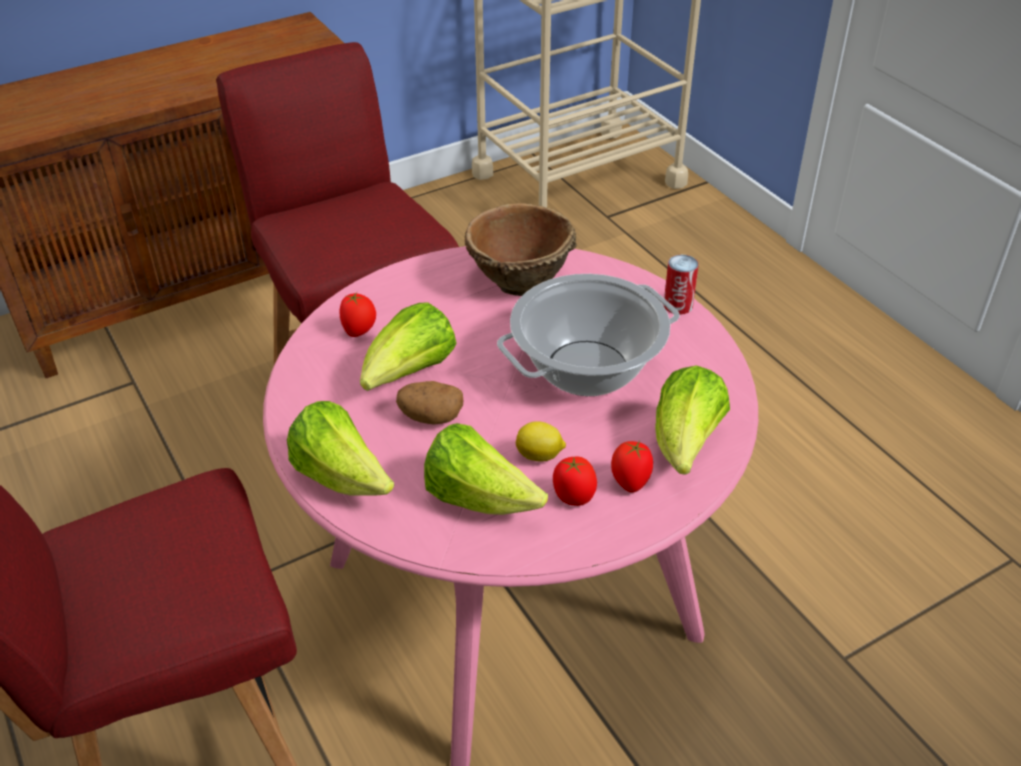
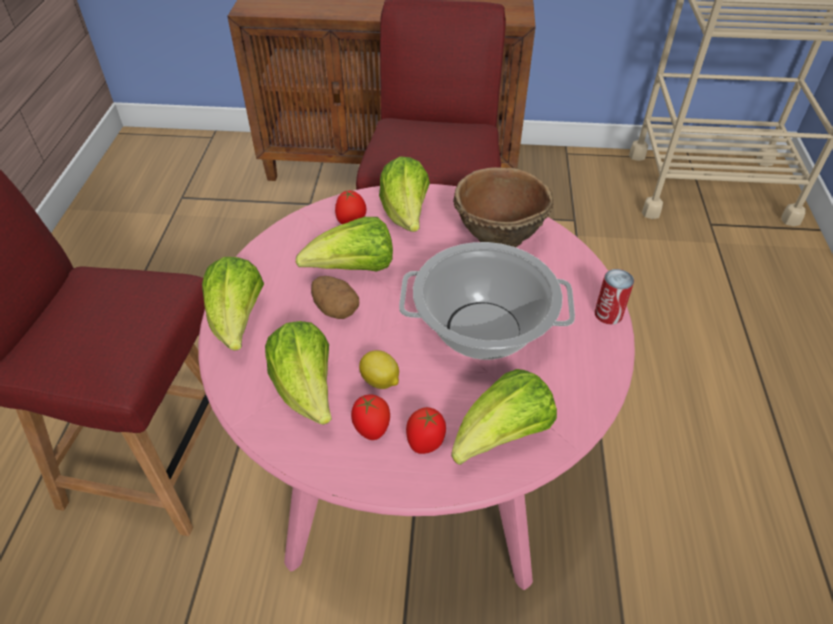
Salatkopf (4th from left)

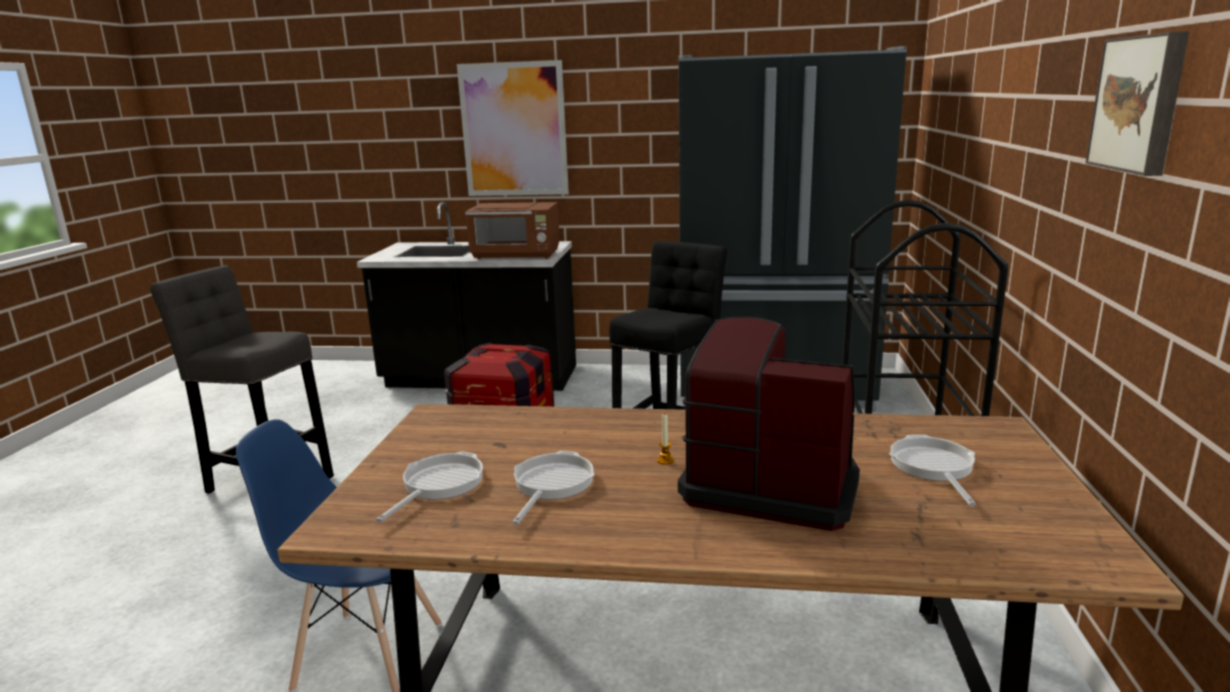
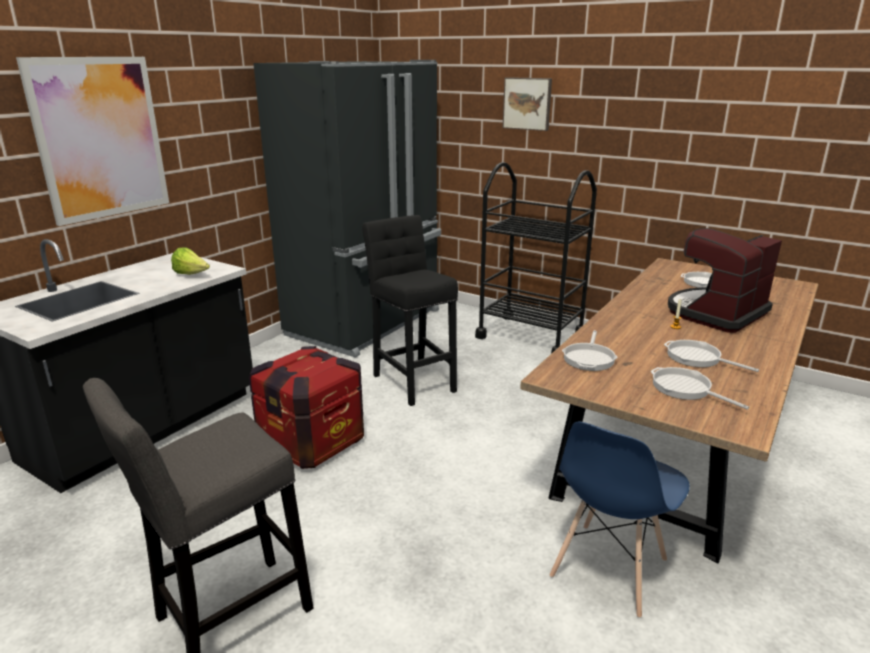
Salatkopf; Bild (2nd from left); Pfanne (1st from left)

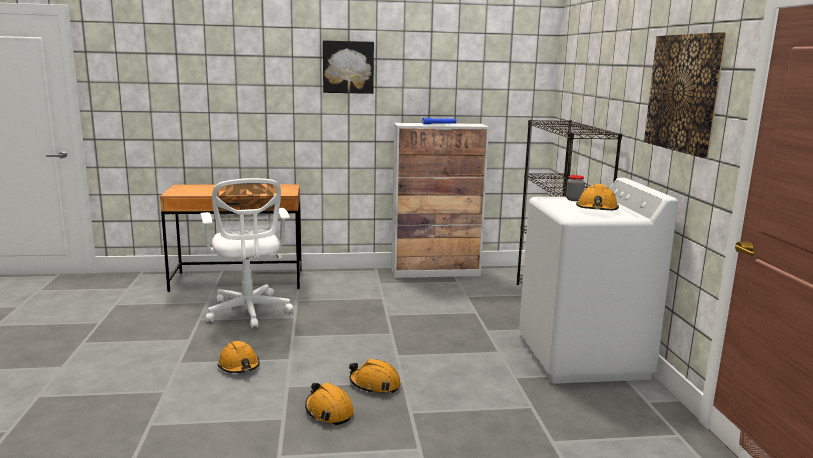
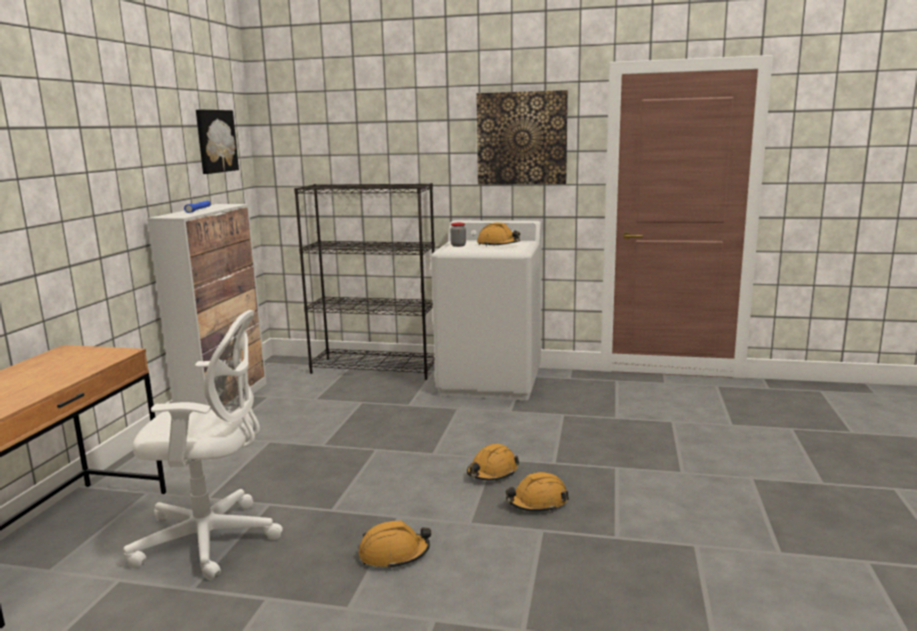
Bild (1st from left)

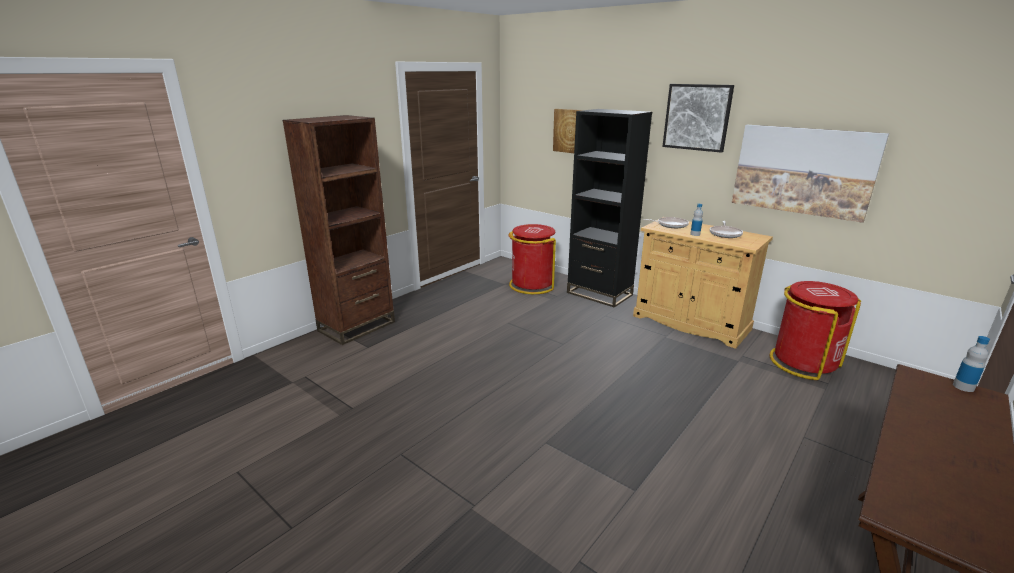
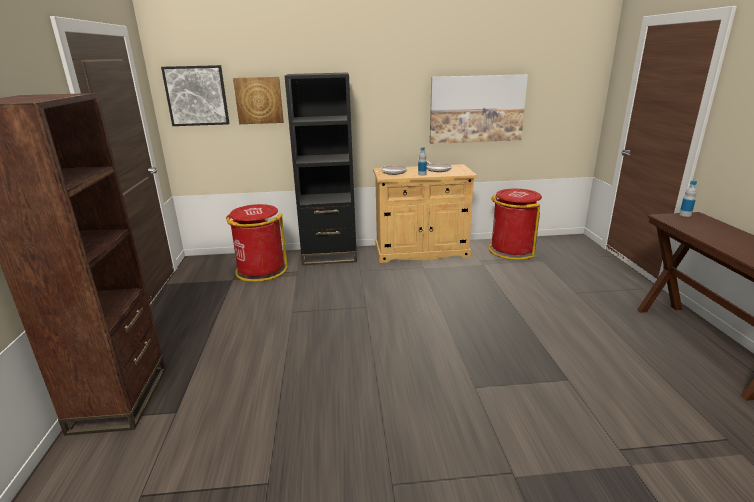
Bild (1st from left)

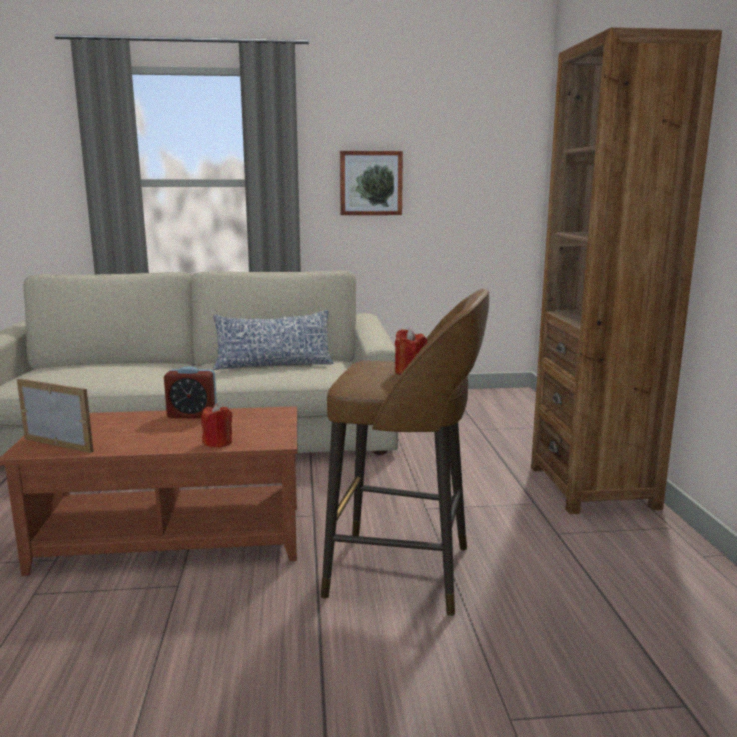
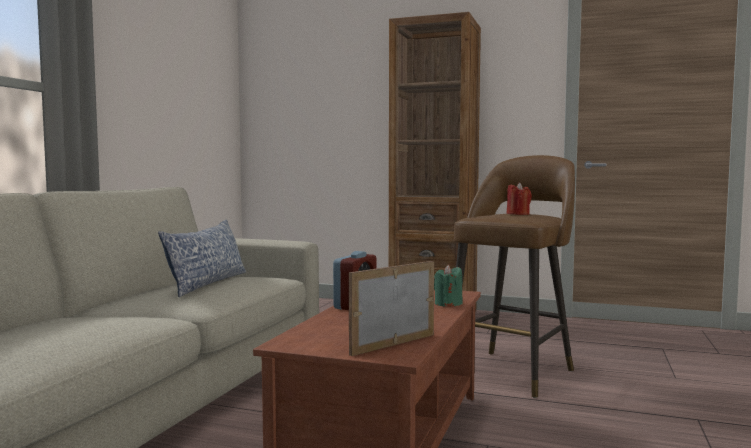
Kerze/grün; Bild

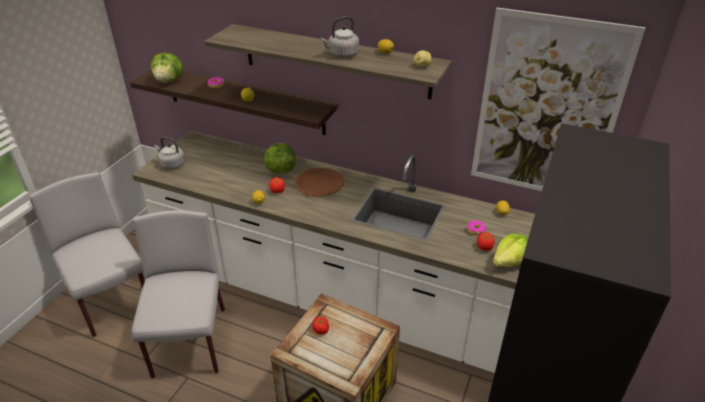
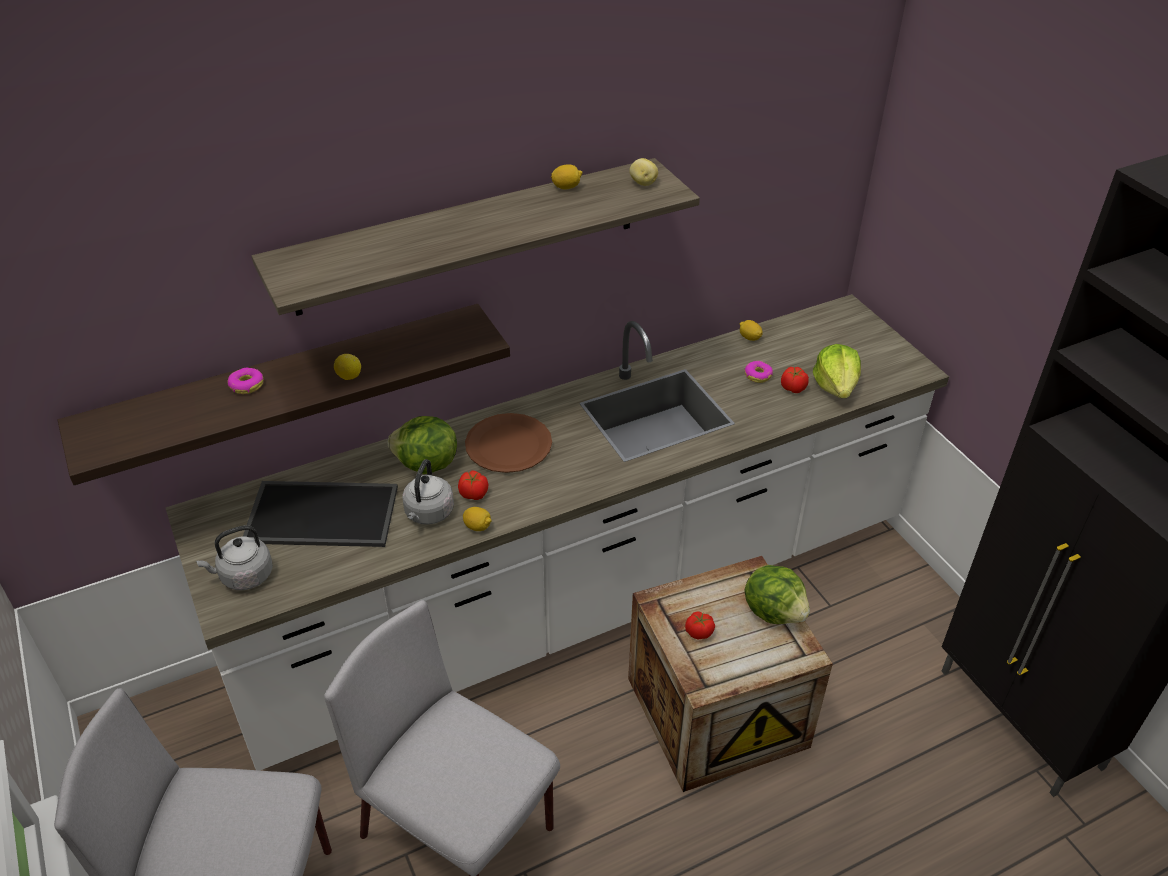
Tablett; Wasserkessel/grau (2nd from left); Salatkopf (2nd from left); Bild

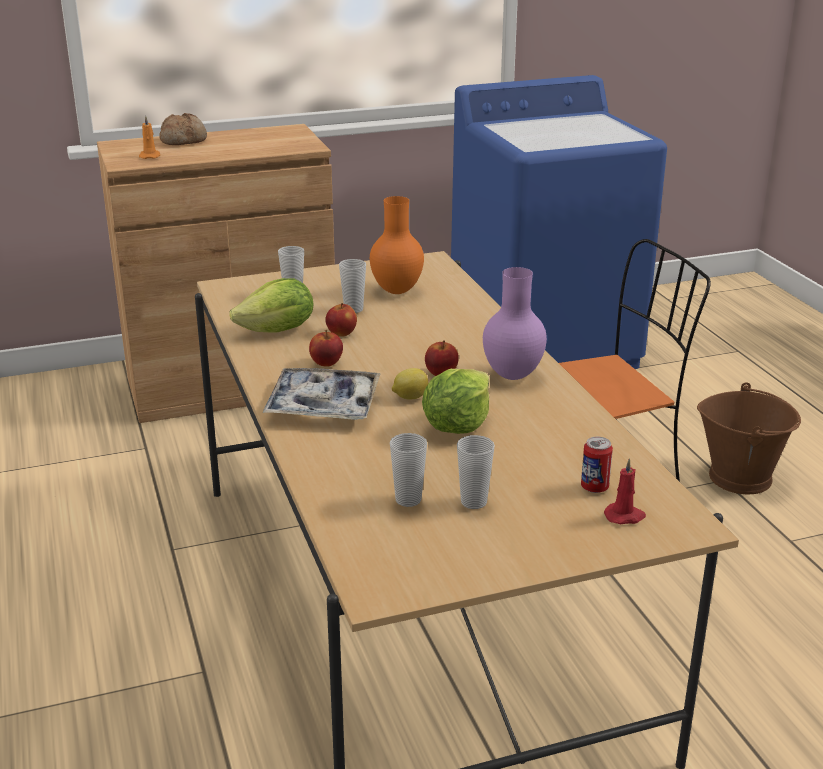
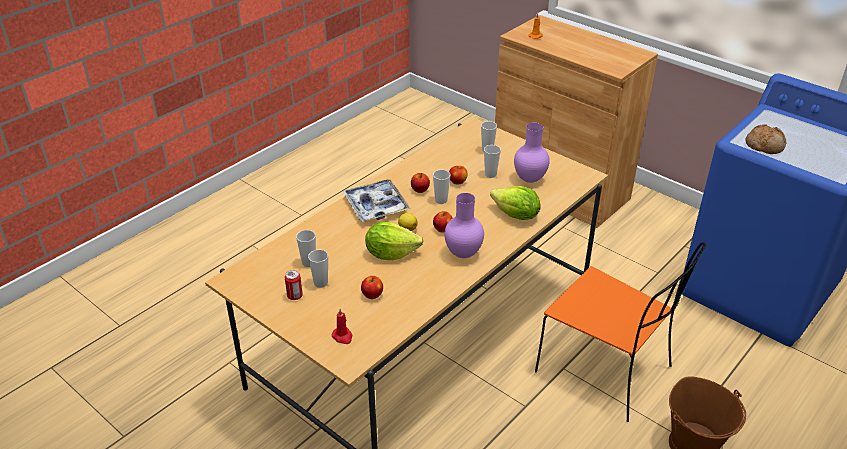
Dose; Apfel (1st from left); Tasse (3rd from left); Salatkopf (2nd from left); Vase/lila (2nd from left); Brot

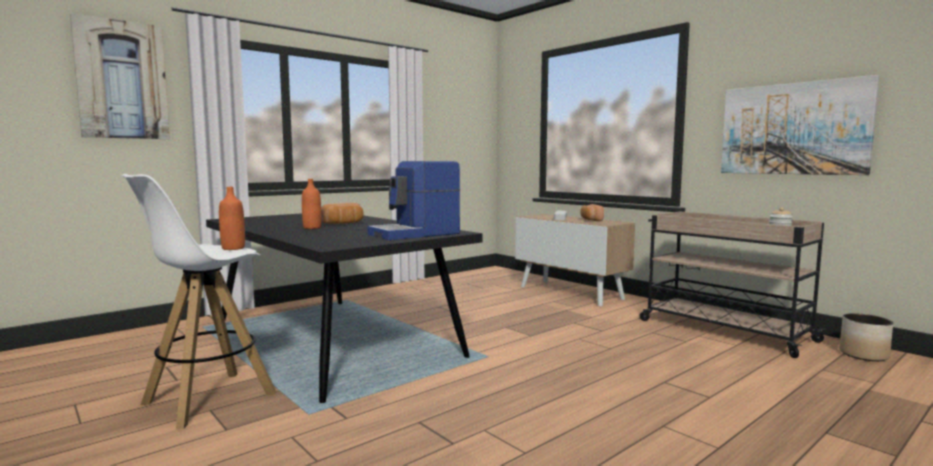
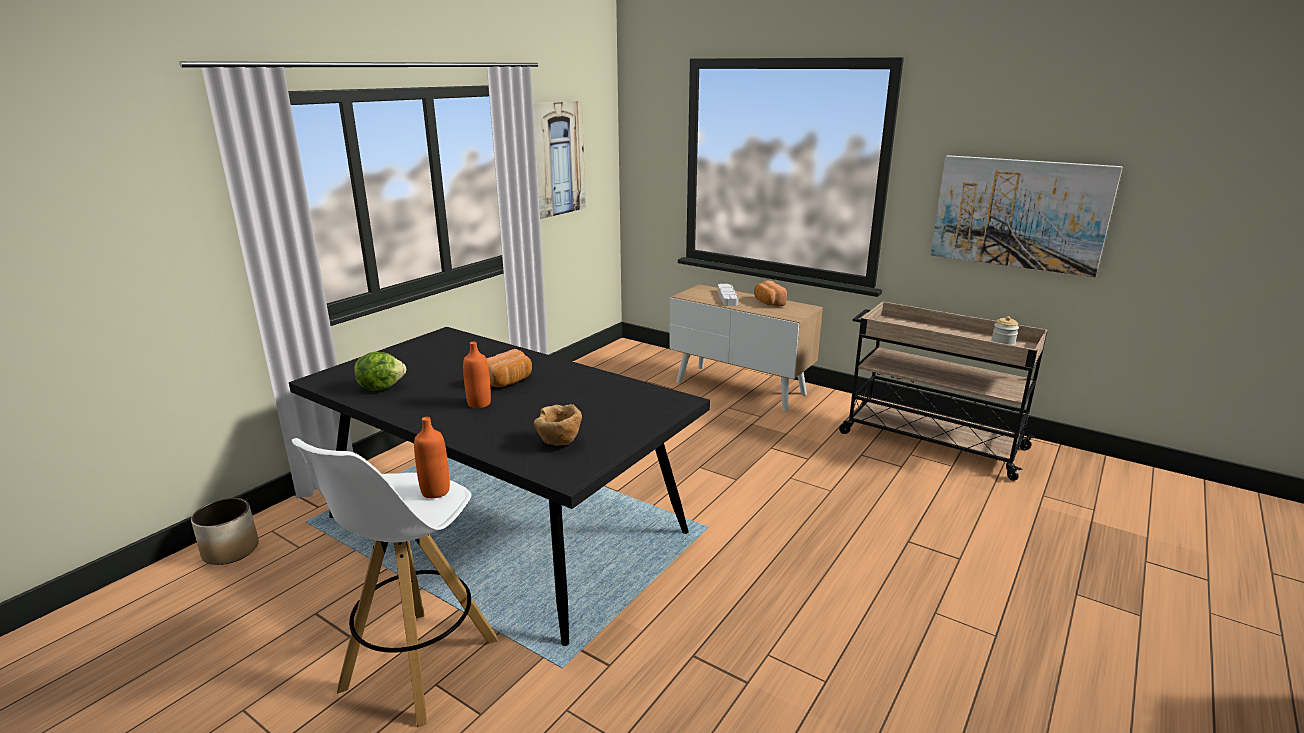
Pflanzkübel; Salatkopf; Bild (1st from left); Schüssel/braun; Kaffeemaschine

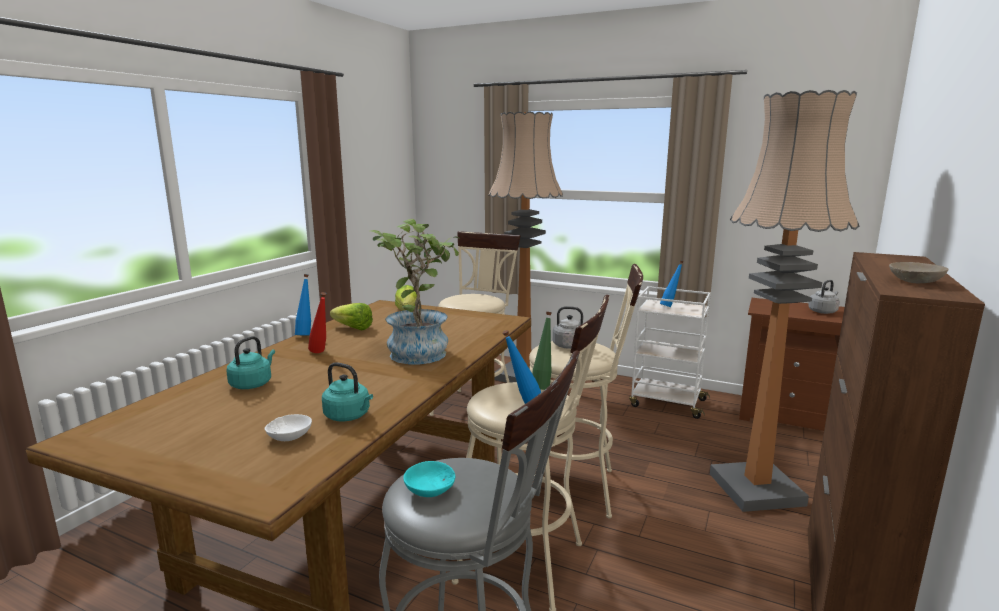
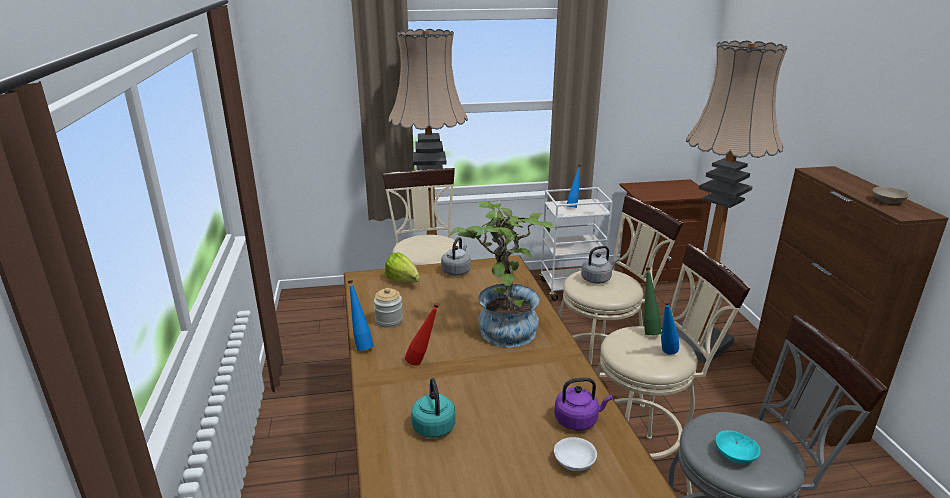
Vorratsglas; Wasserkessel/grau (1st from left); Wasserkessel/lila

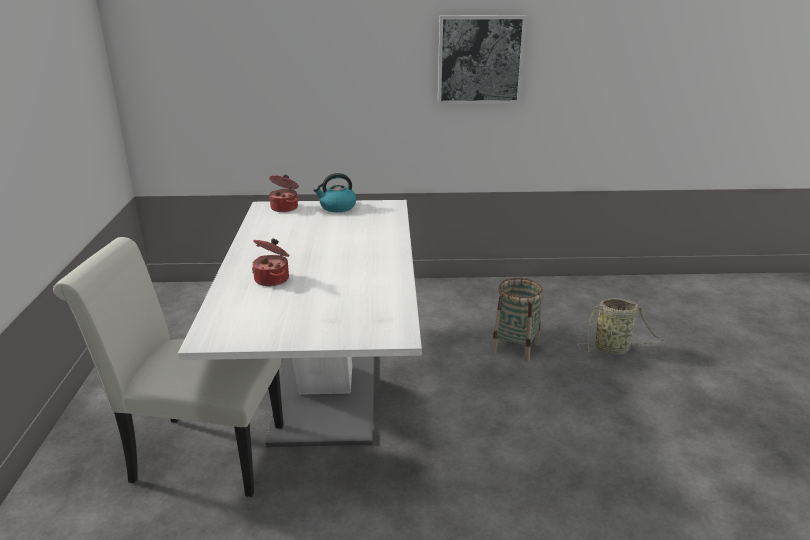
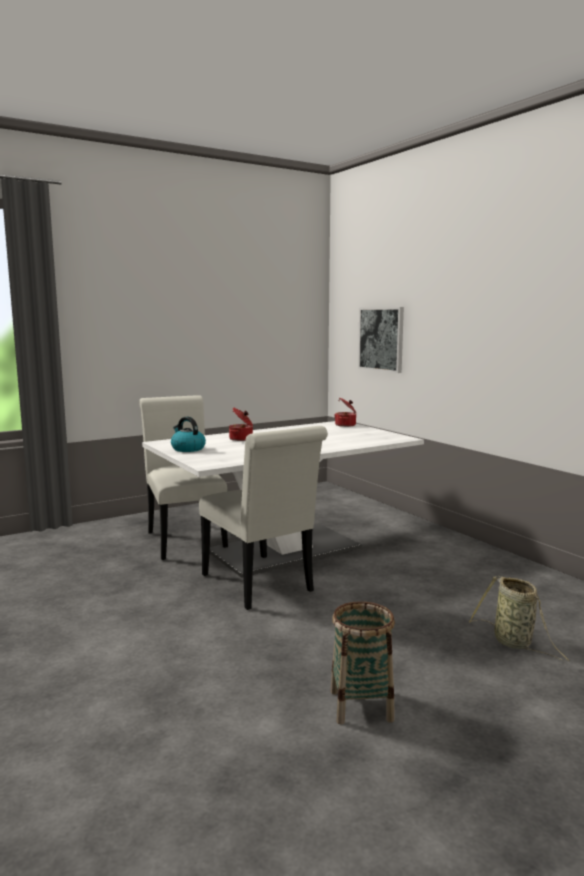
Wasserkessel; Stuhl/weiß (2nd from left); Korb (1st from left); Bild

